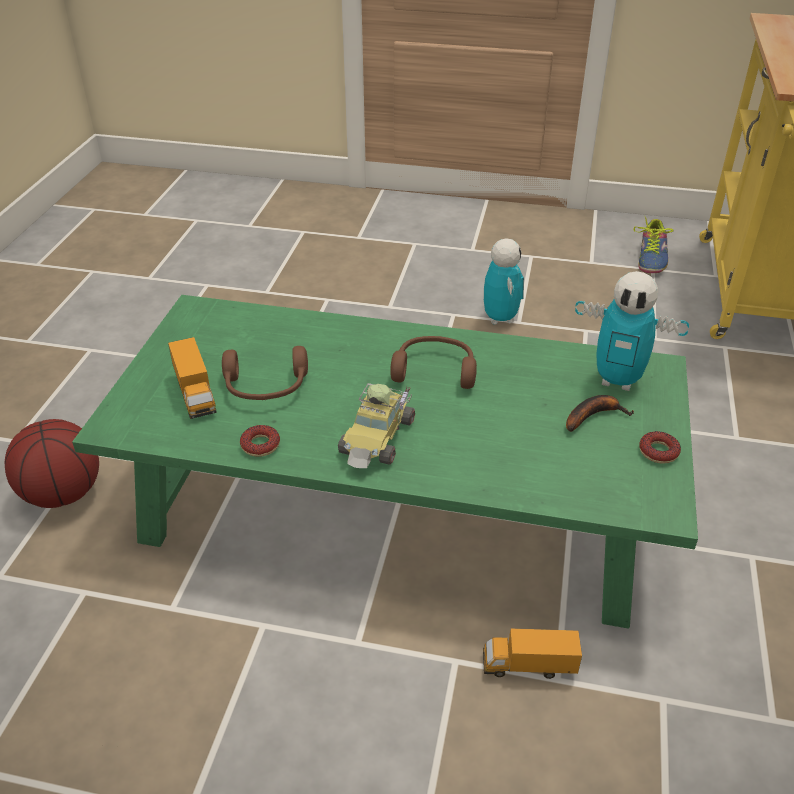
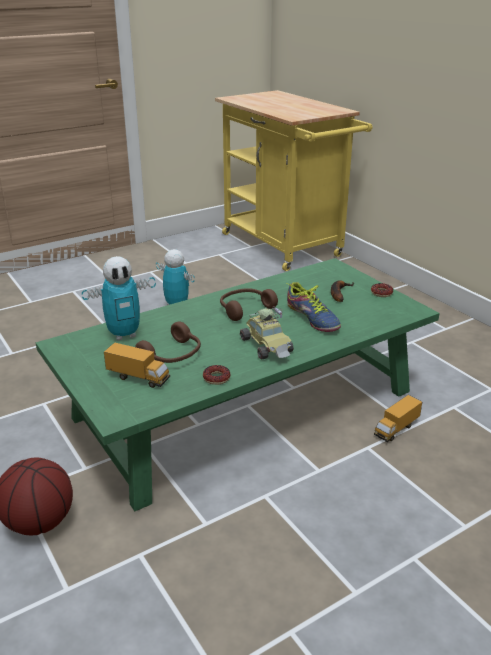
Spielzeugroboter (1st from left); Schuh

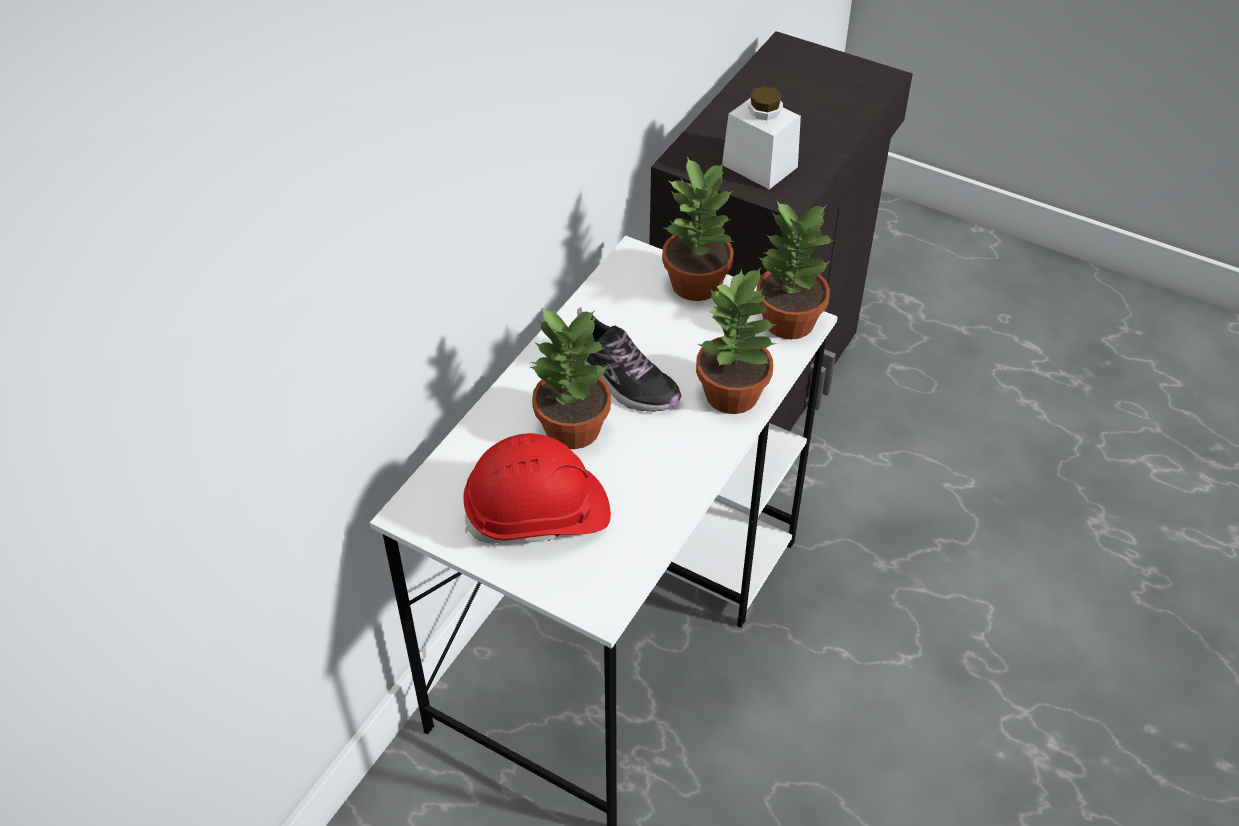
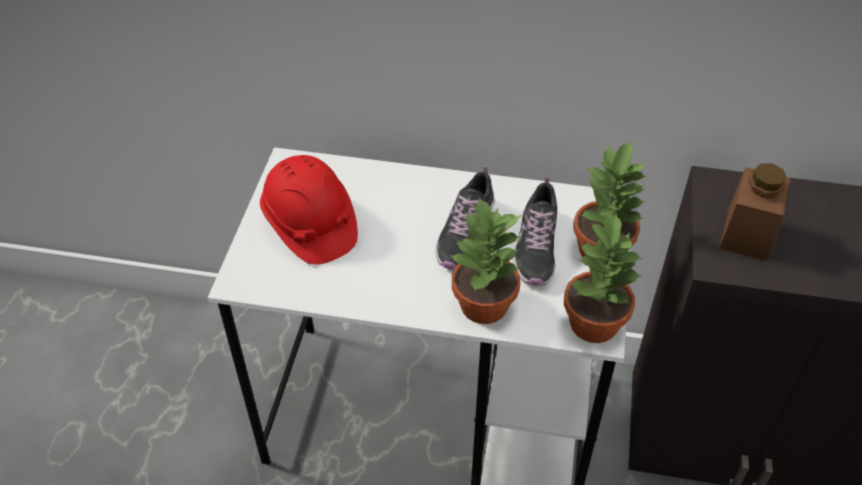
Schuh (2nd from left); Vorratsglas/braun; Topfpflanze (1st from left in the first image)

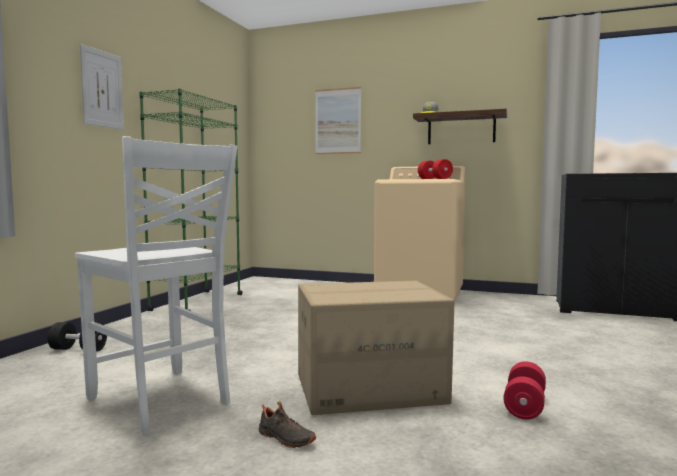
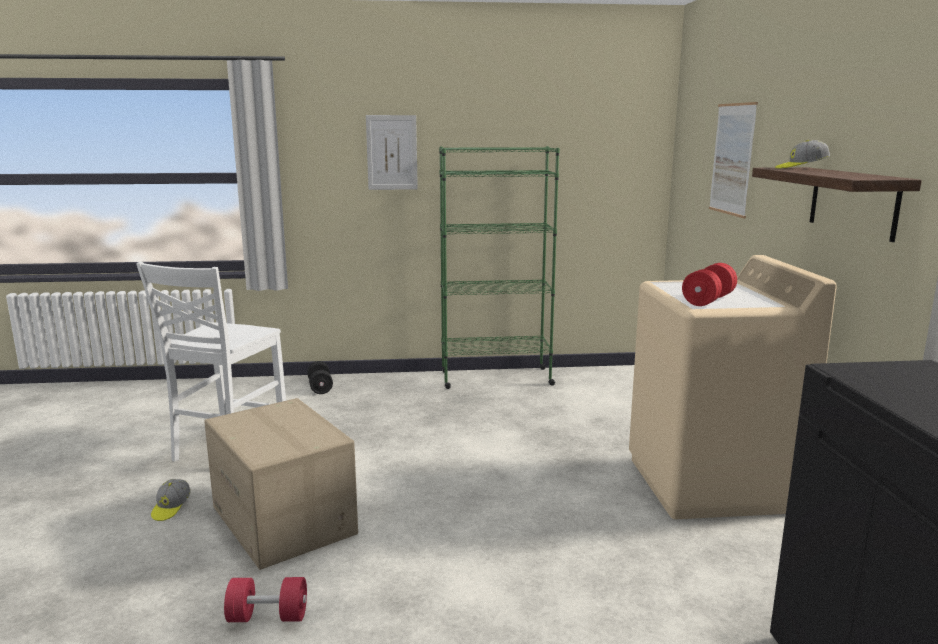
Kappe (1st from left)

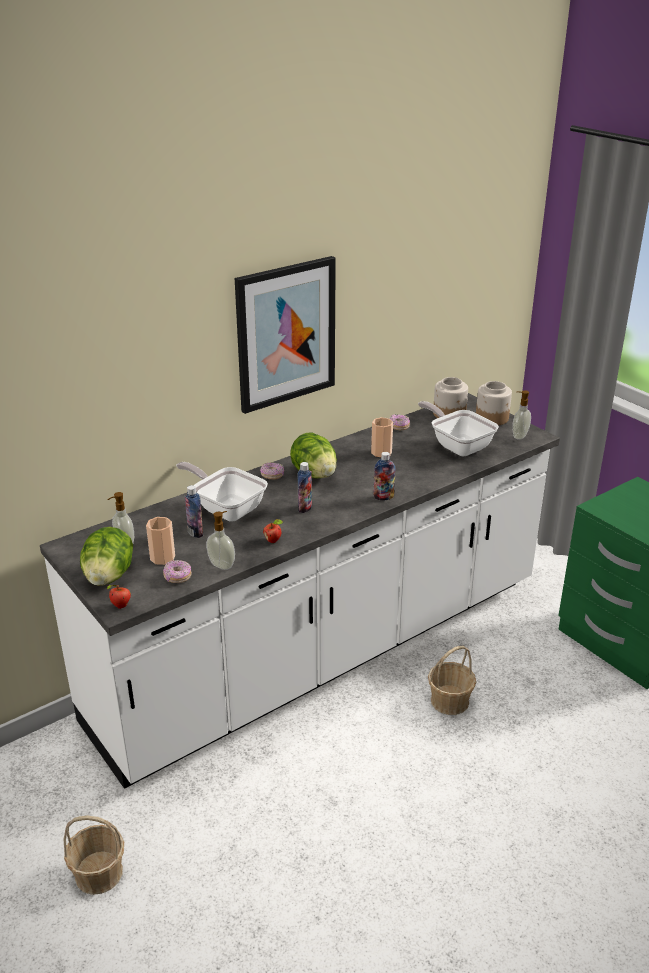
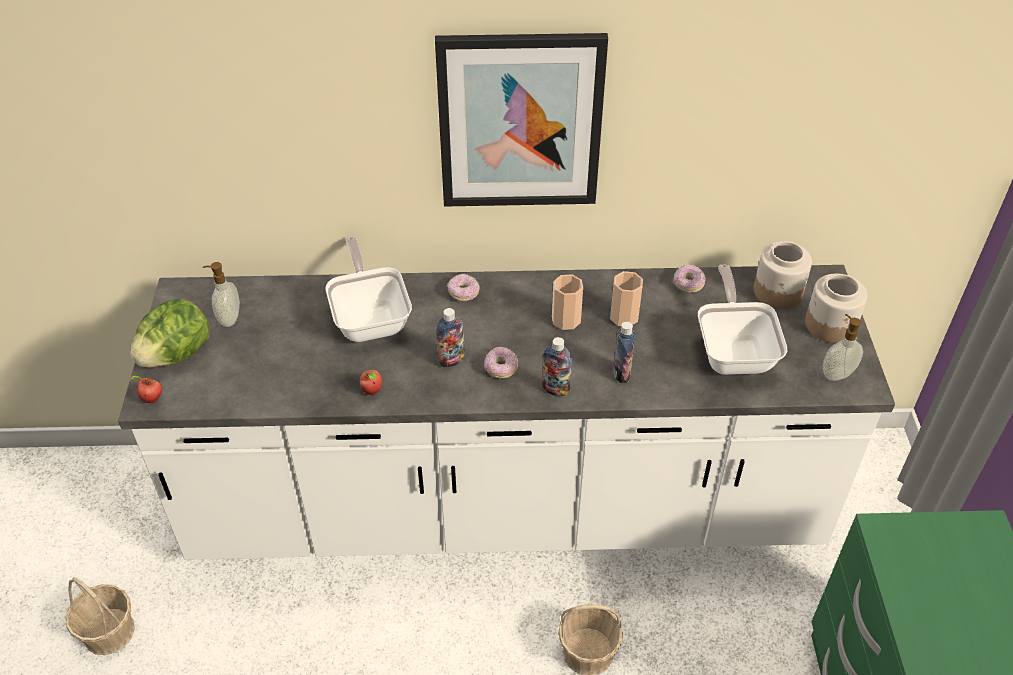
Donut (2nd from left); Tasse (1st from left); Flasche (3rd from left); Seifenspender (2nd from left in the first image); Salatkopf (2nd from left in the first image)

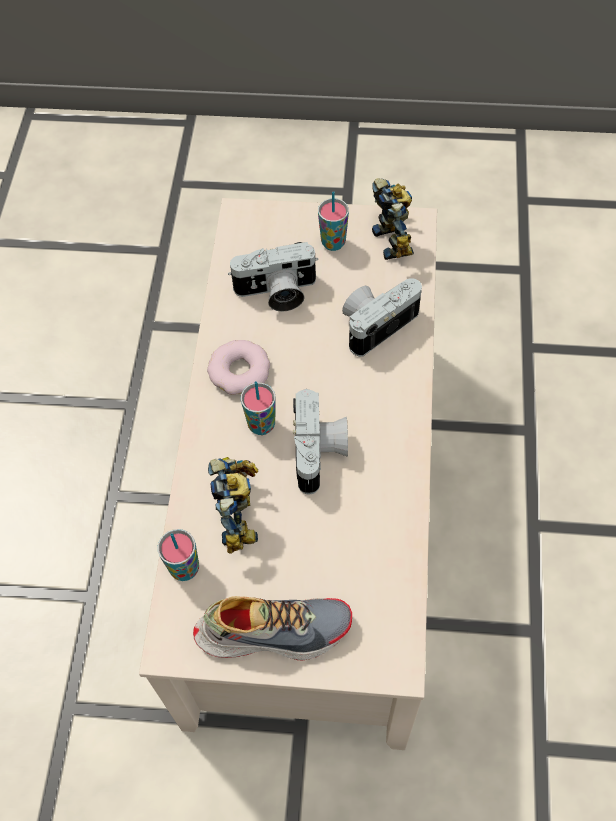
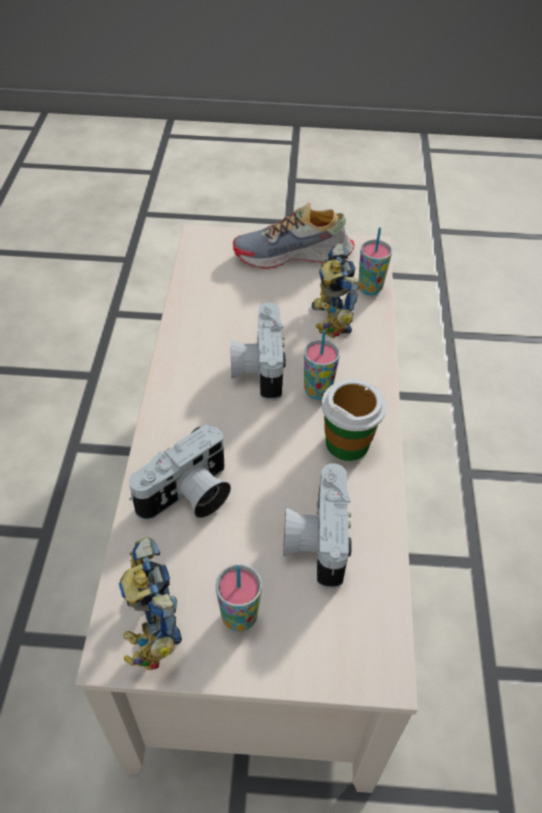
Kamera (3rd from left); Tasse (3rd from left)

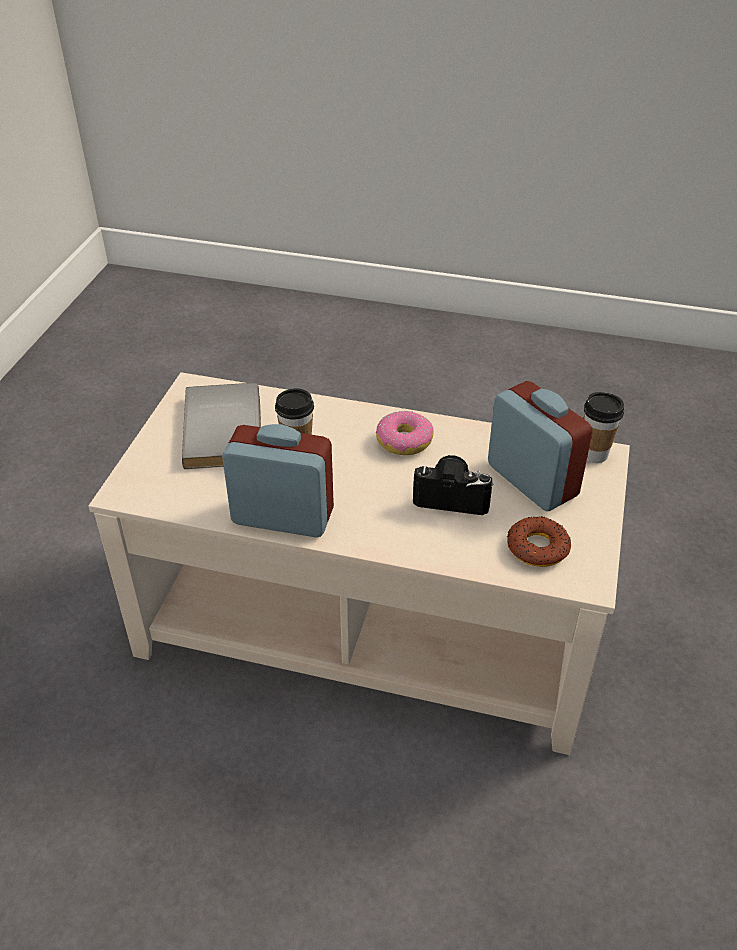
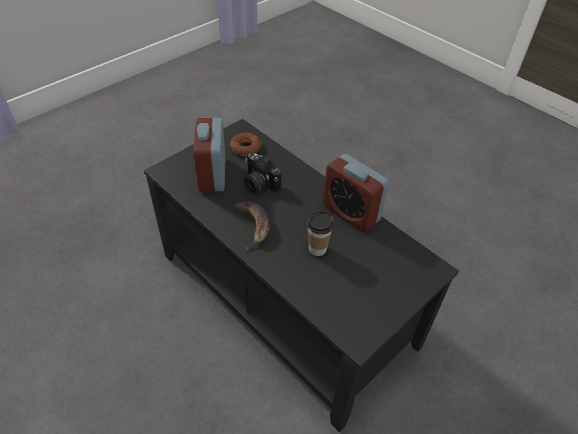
Couchtisch/schwarz; Banane; Buch/grau; Tasse (2nd from left in the first image)

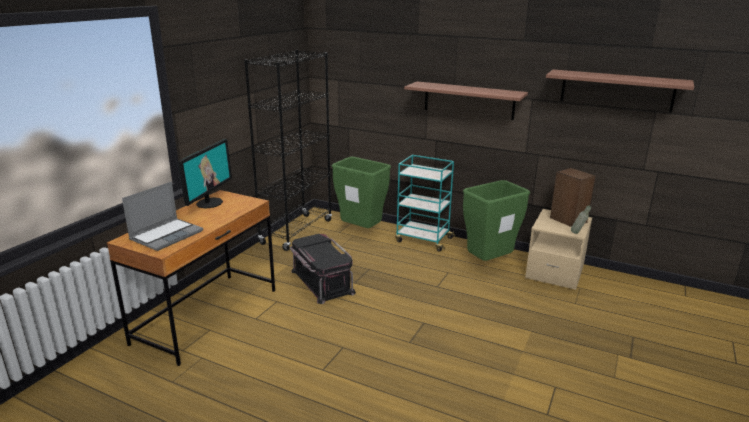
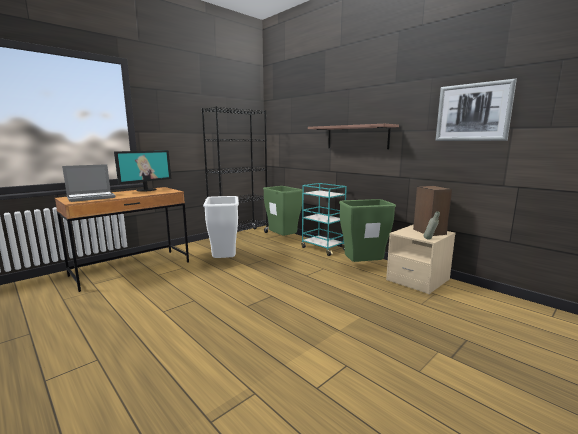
Mülleimer/weiß; Bild

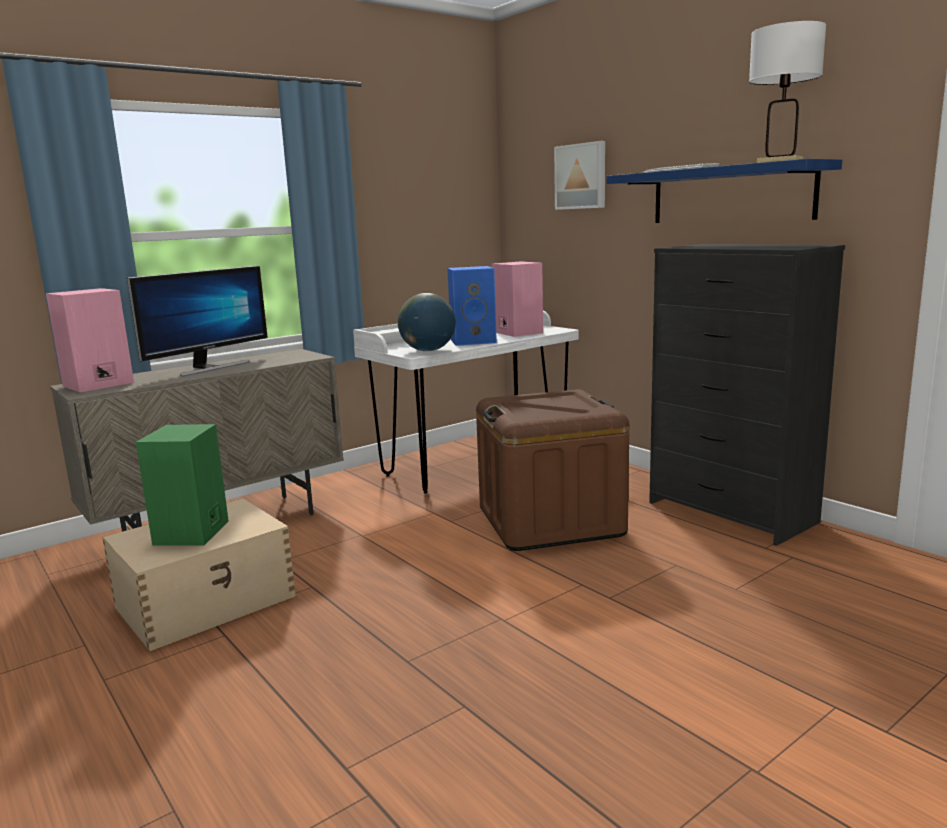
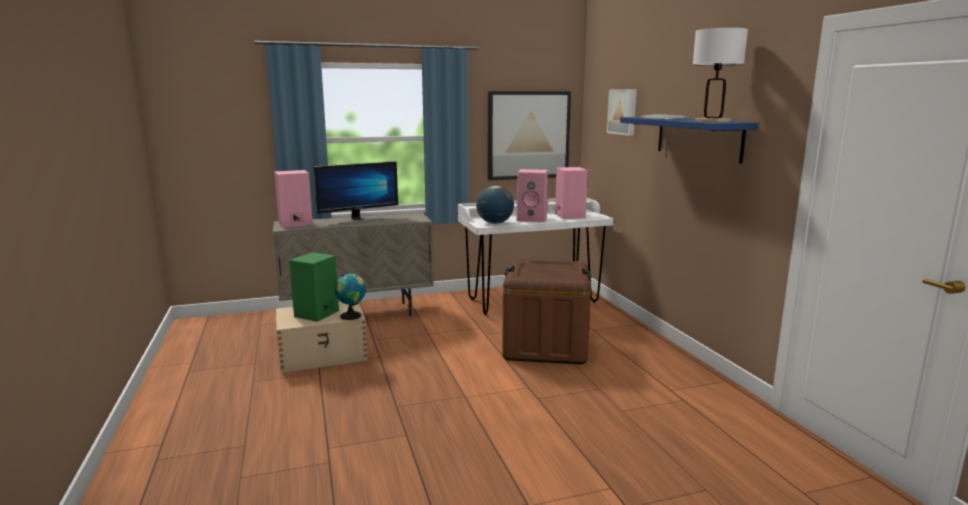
Globus (1st from left); Bild (1st from left); Lautsprecher/rosa (2nd from left); Kommode/schwarz

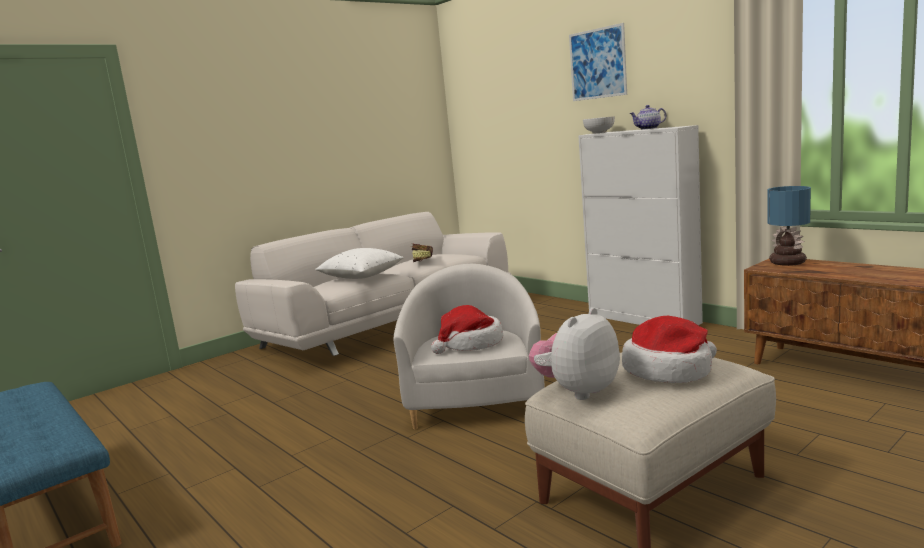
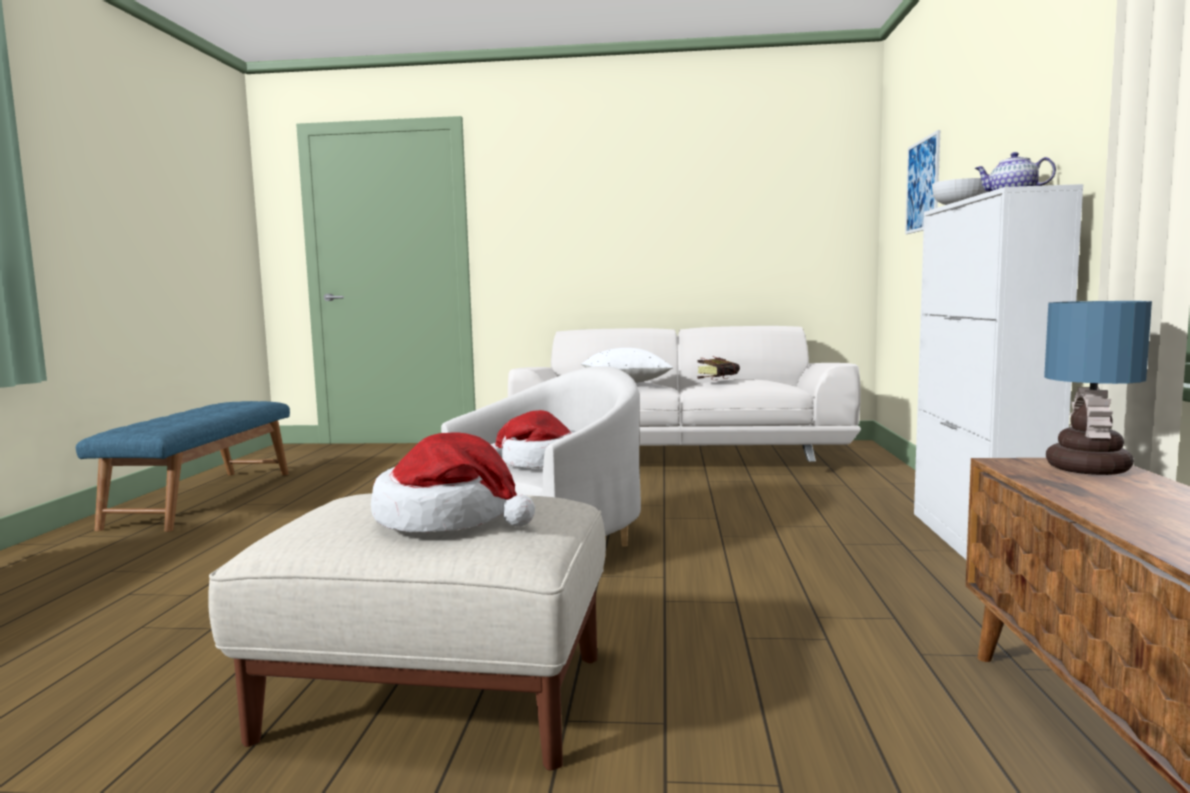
Bild; Plüschtier

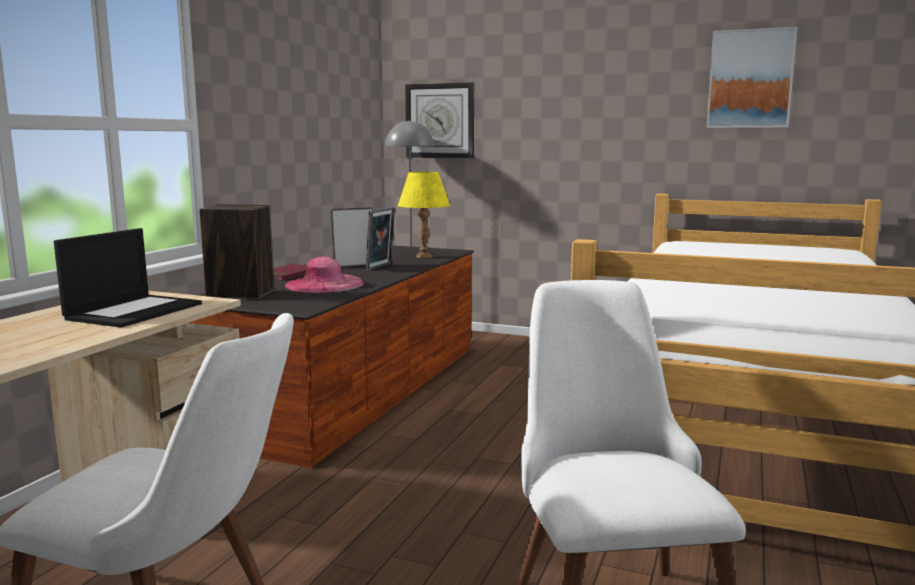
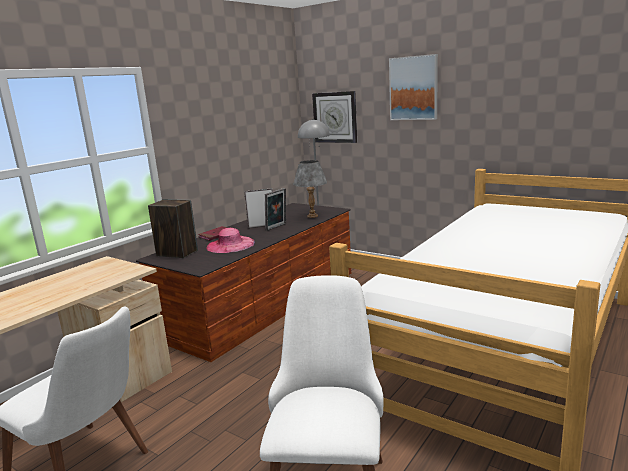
Tischlampe/grau; Bild; Laptop

